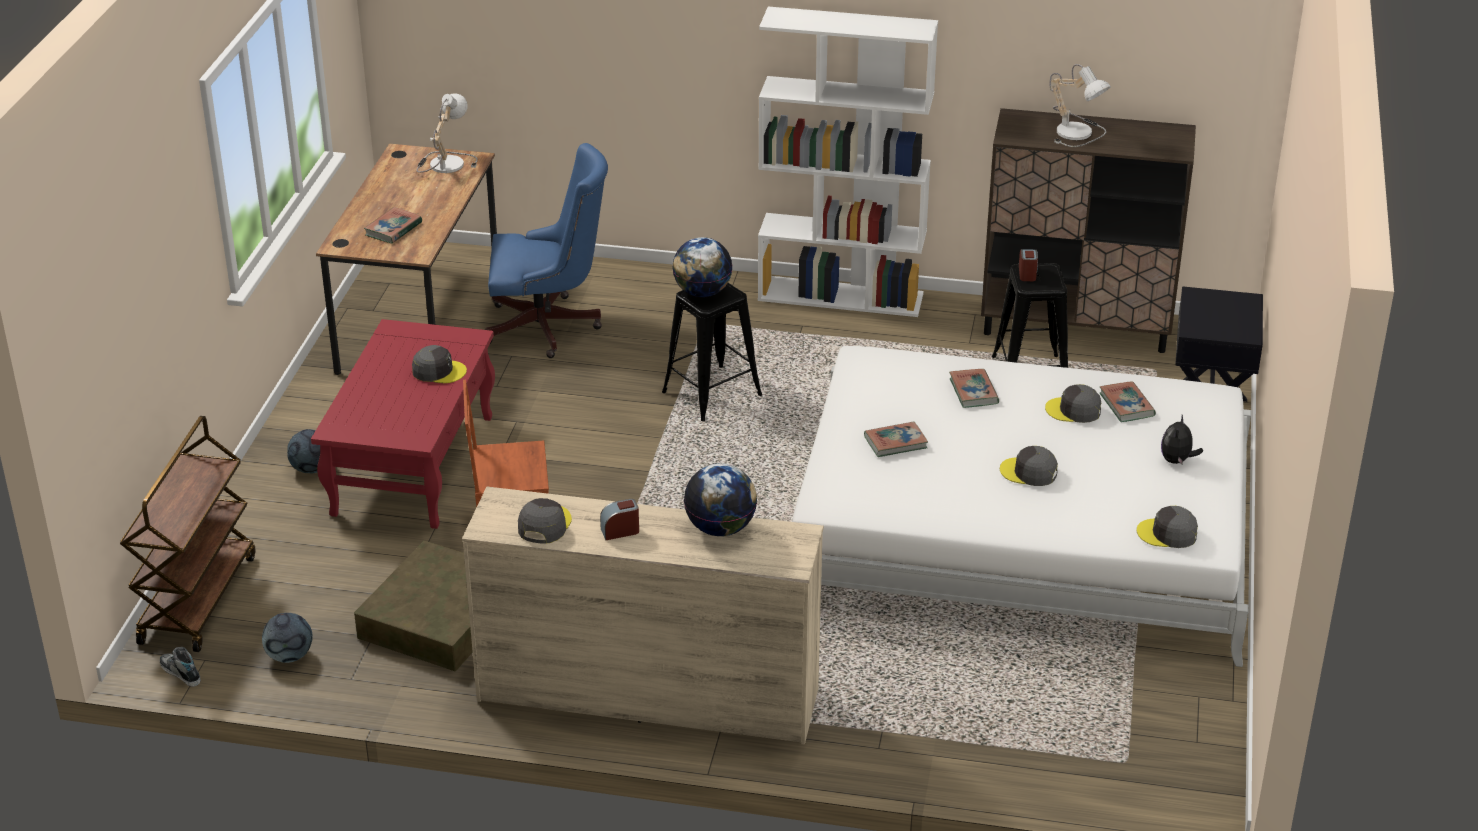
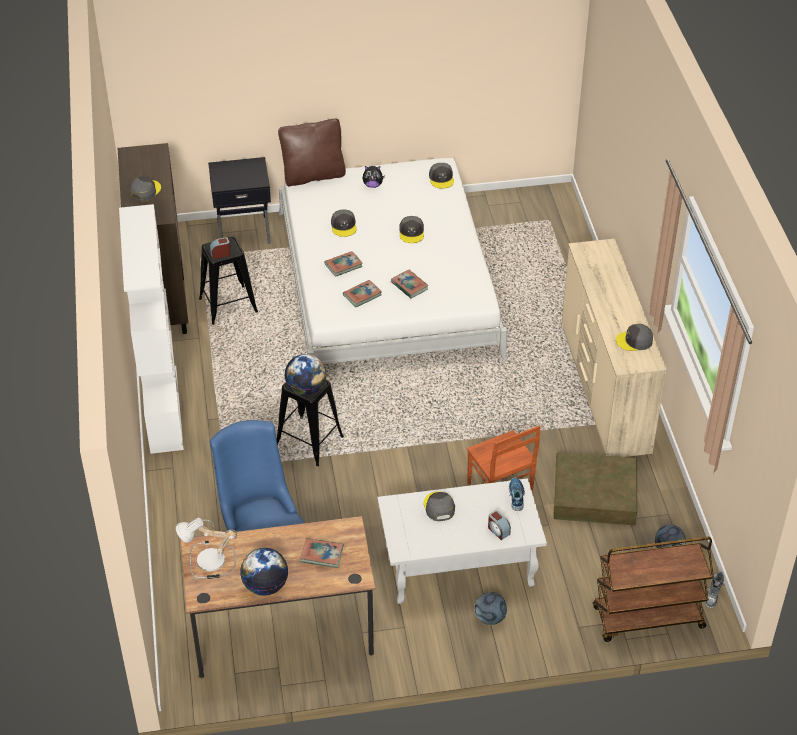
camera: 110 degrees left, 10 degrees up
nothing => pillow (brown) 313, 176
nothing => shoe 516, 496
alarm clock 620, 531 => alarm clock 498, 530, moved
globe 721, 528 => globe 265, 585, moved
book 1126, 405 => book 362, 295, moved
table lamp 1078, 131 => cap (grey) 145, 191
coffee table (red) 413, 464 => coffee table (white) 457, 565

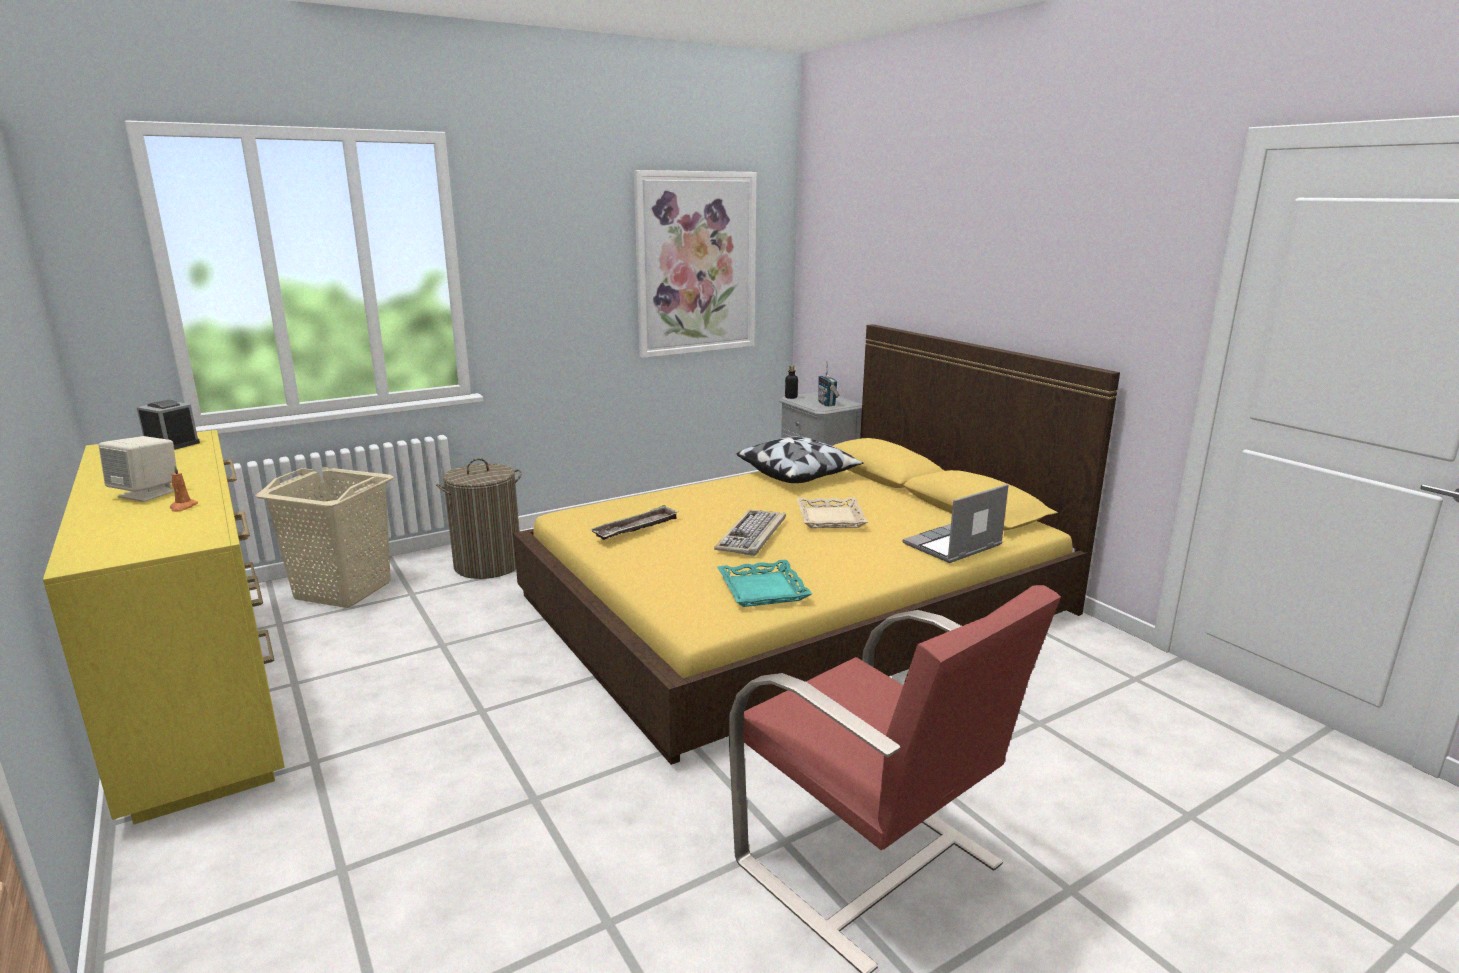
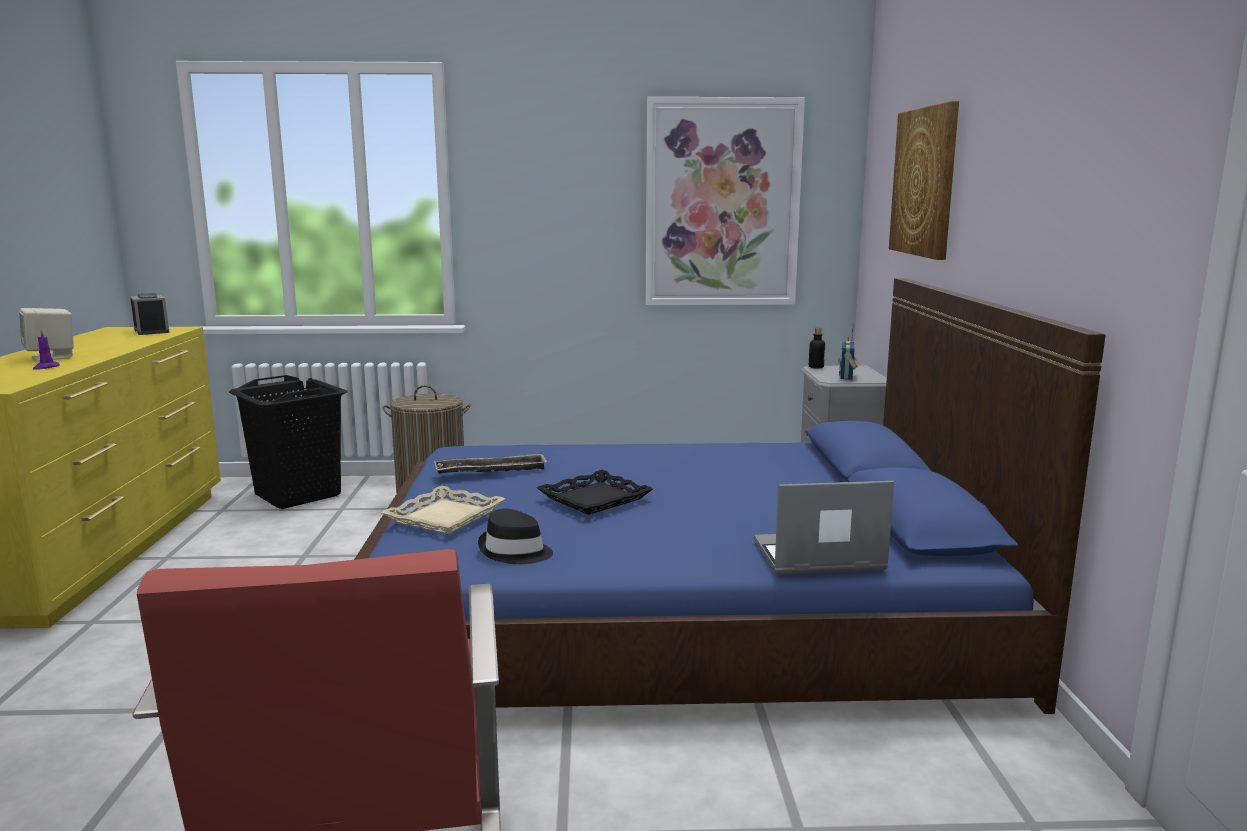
camera: 30 degrees right, 5 degrees down
pillow 799, 475 => nothing
nothing => picture 925, 182
tray (beige) 830, 518 => tray (beige) 444, 516, moved
keyboard 752, 535 => tray (black) 595, 499
tray (turquoise) 763, 590 => hat (black) 515, 552
candle (orange) 183, 507 => candle (purple) 46, 367
laundry basket (beige) 343, 590 => laundry basket (black) 298, 494
bed (yellow) 796, 603 => bed (blue) 672, 601

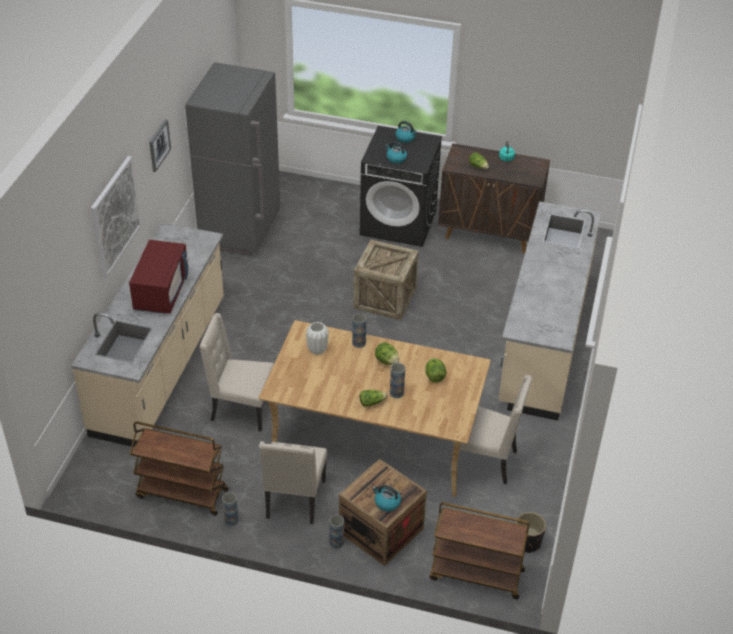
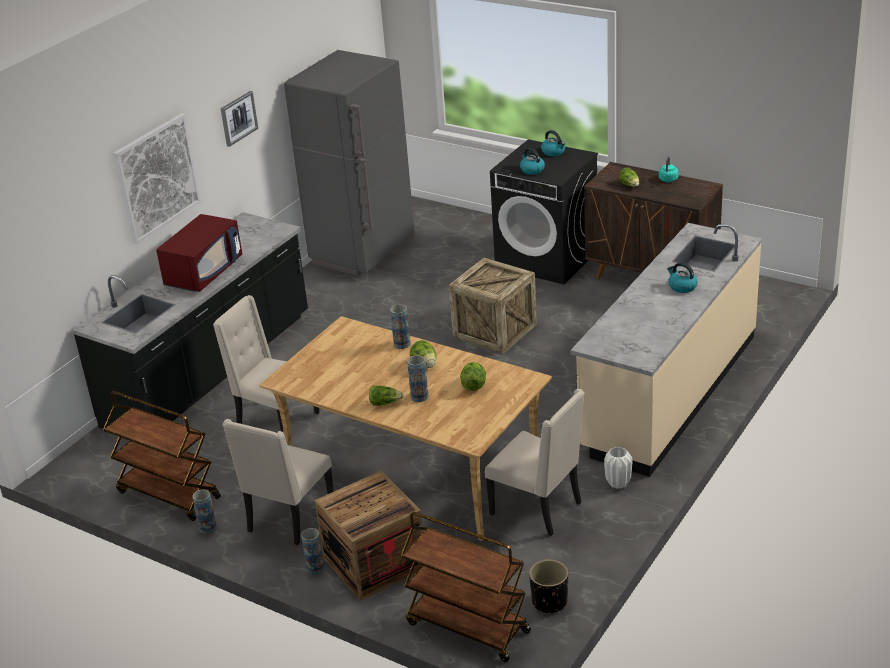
camera: 20 degrees right, 10 degrees down
vase (white) 317, 350 => vase (white) 618, 483, moved
kettle 387, 503 => kettle 682, 287, moved
counter (beige) 161, 366 => counter (black) 210, 371

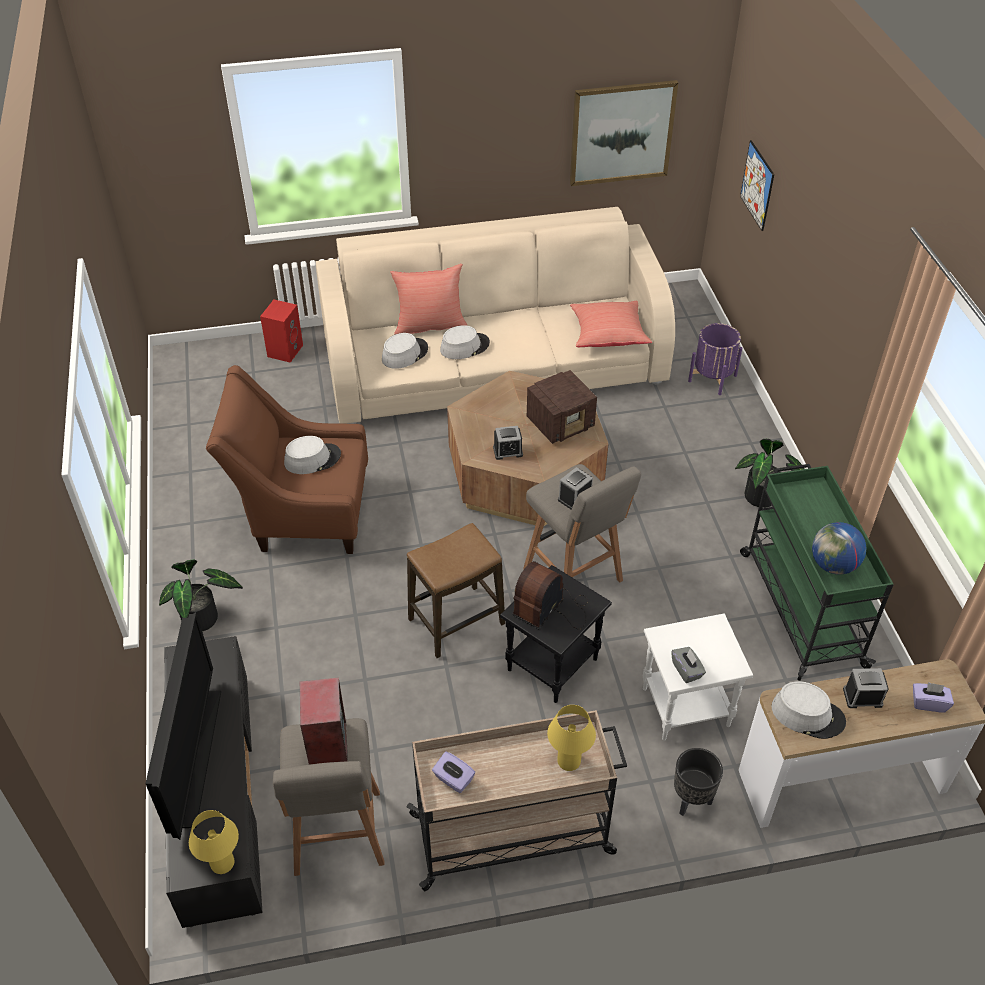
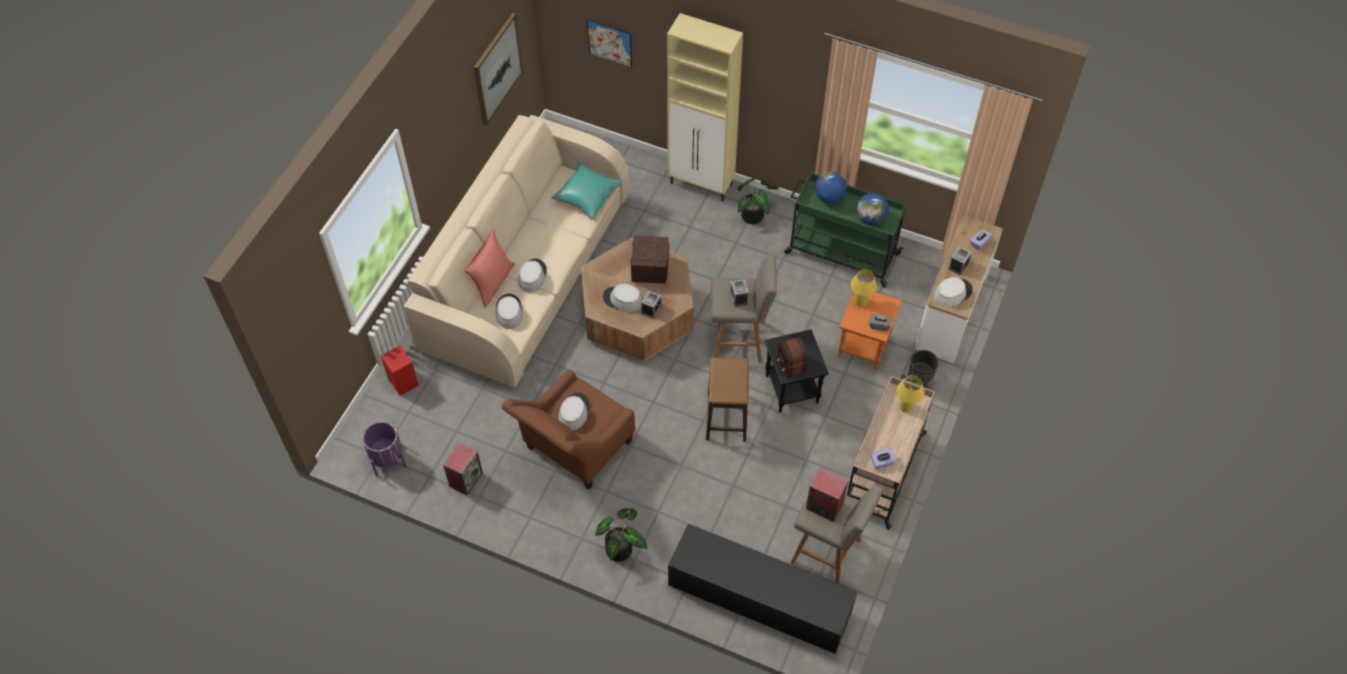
camera: 55 degrees left, 10 degrees up
television 194, 756 => nothing
nothing => speaker 466, 479
nothing => hat (grey) 622, 300
nothing => cabinet (beige) 702, 184
nothing => globe 829, 197
table lamp (yellow) 222, 863 => table lamp (yellow) 860, 301, moved
planter (purple) 712, 378 => planter (purple) 387, 459, moved
pillow (red) 608, 335 => pillow (turquoise) 587, 197
side table (white) 685, 708 => side table (orange) 864, 348

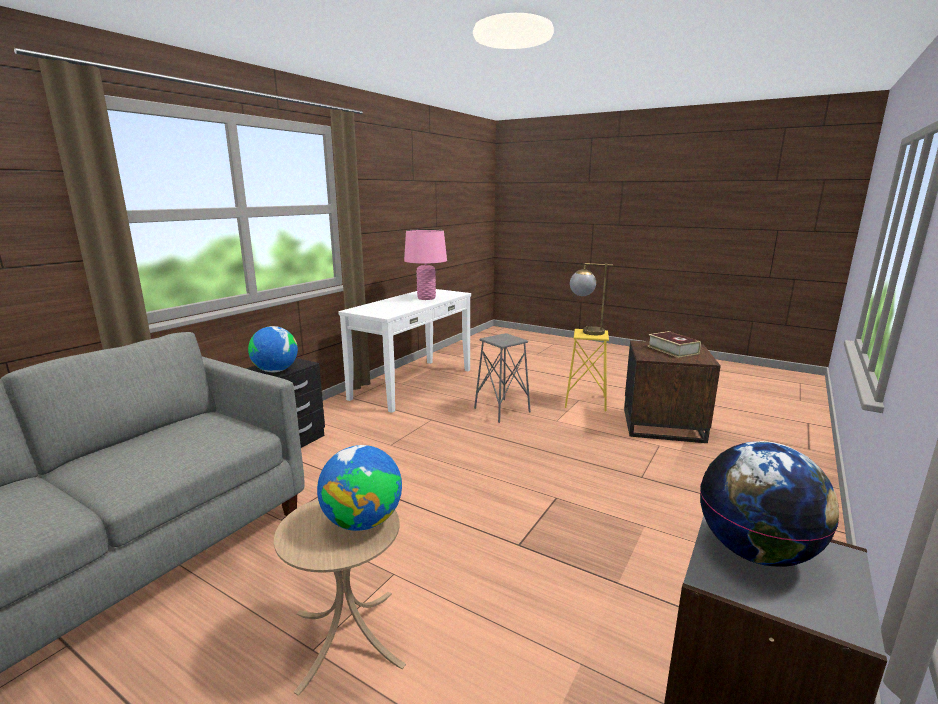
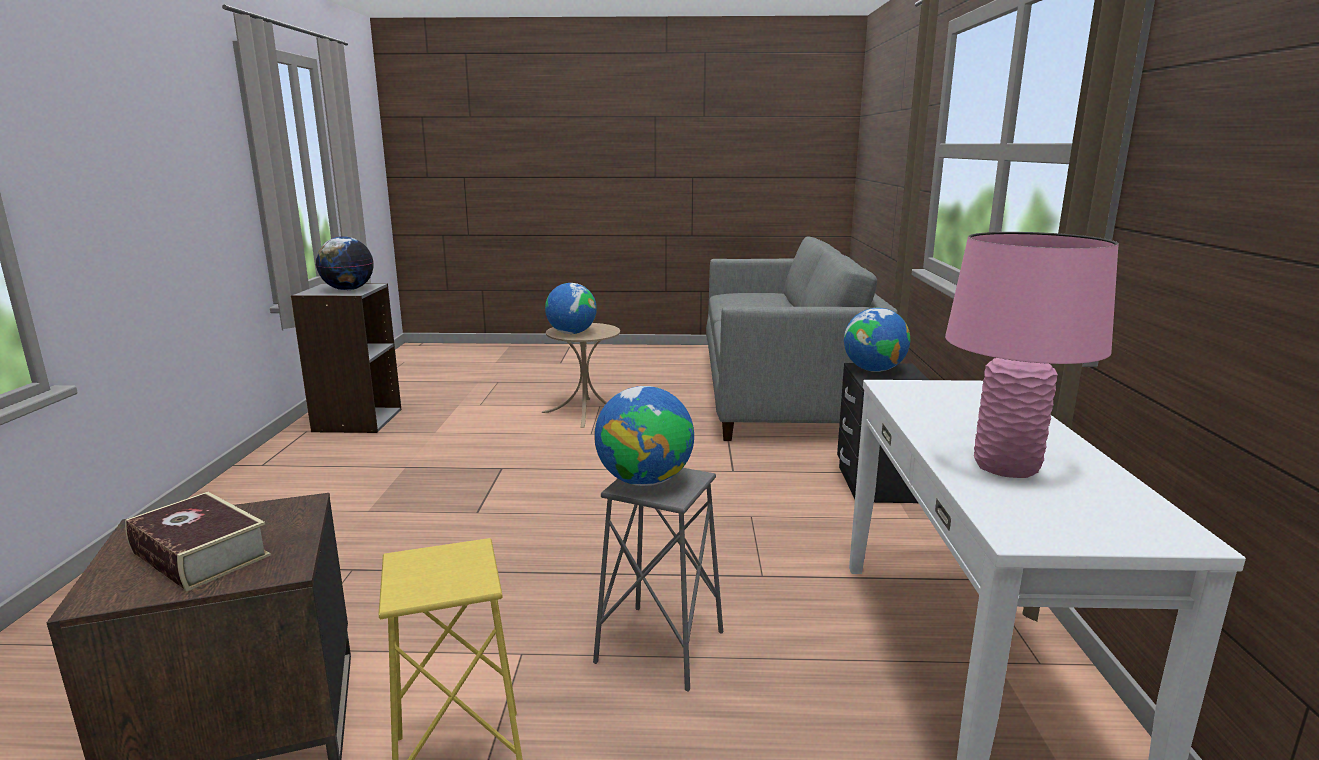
camera: 150 degrees right, 0 degrees up
table lamp 585, 331 => nothing
nothing => globe 645, 481

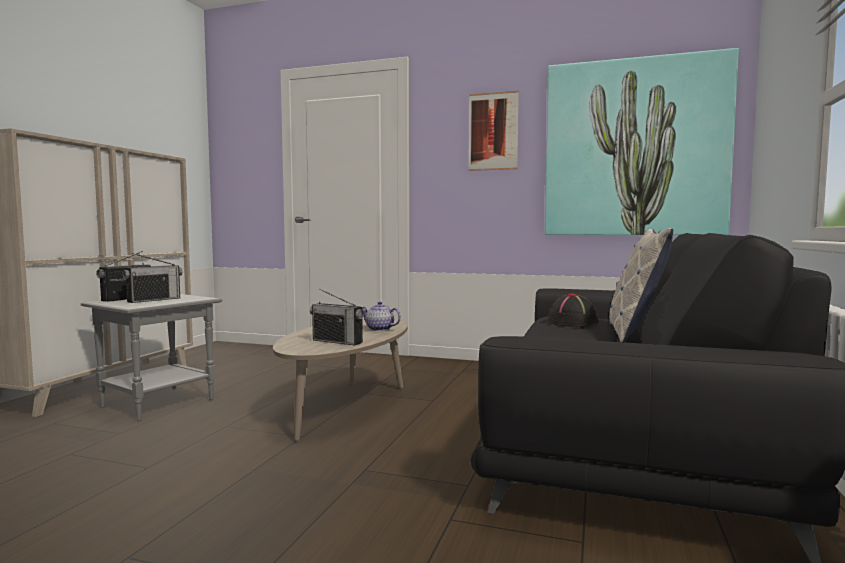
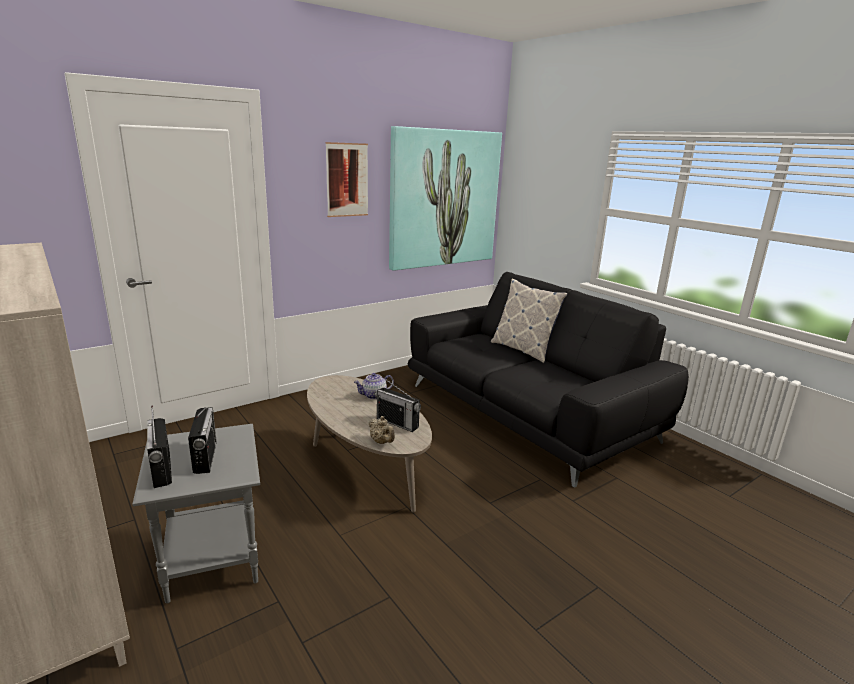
camera: 55 degrees left, 15 degrees up
hat (black) 572, 322 => nothing
nothing => teapot (beige) 382, 442
radio 337, 341 => radio 397, 423, 60 degrees clockwise

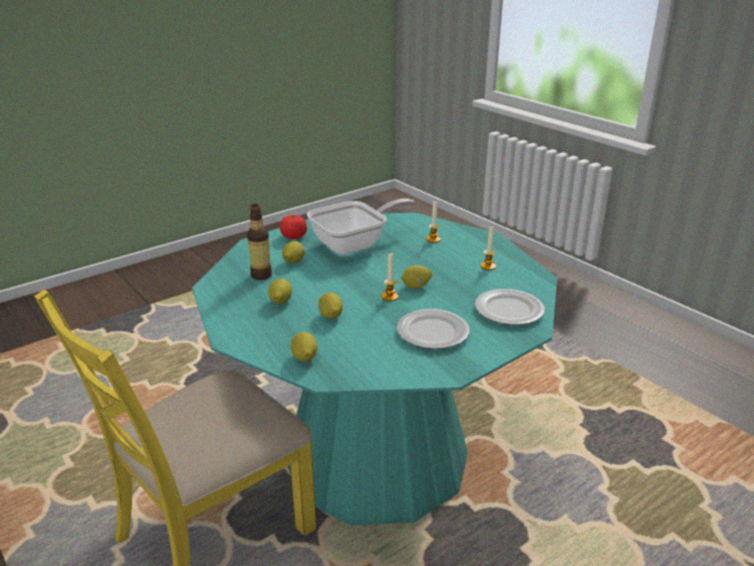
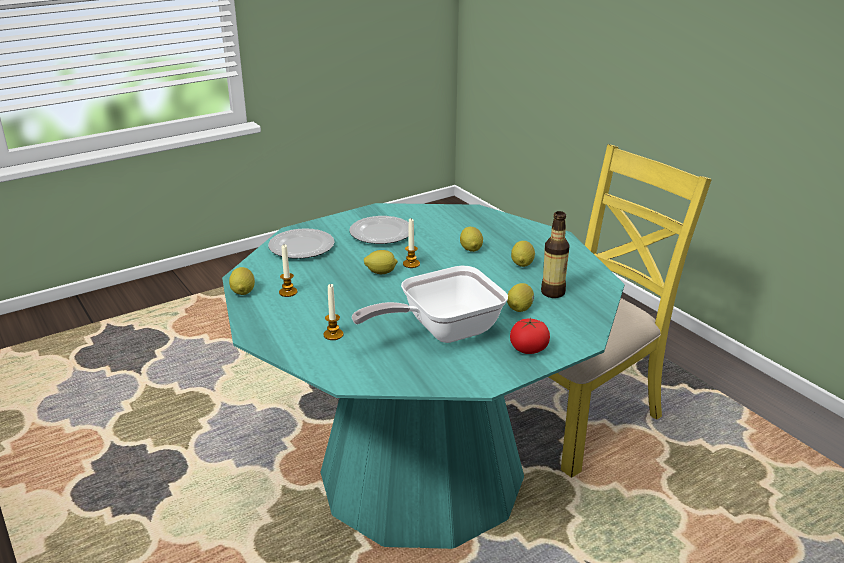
camera: 175 degrees left, 0 degrees up
lemon 304, 358 => lemon 243, 291, moved

